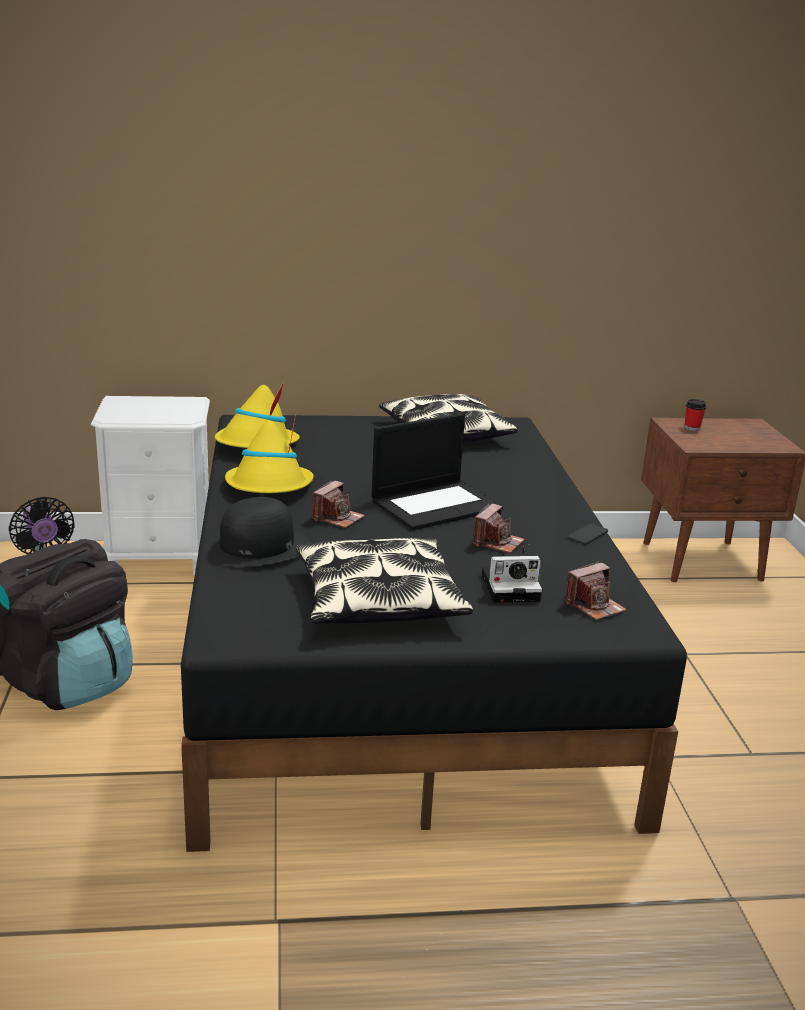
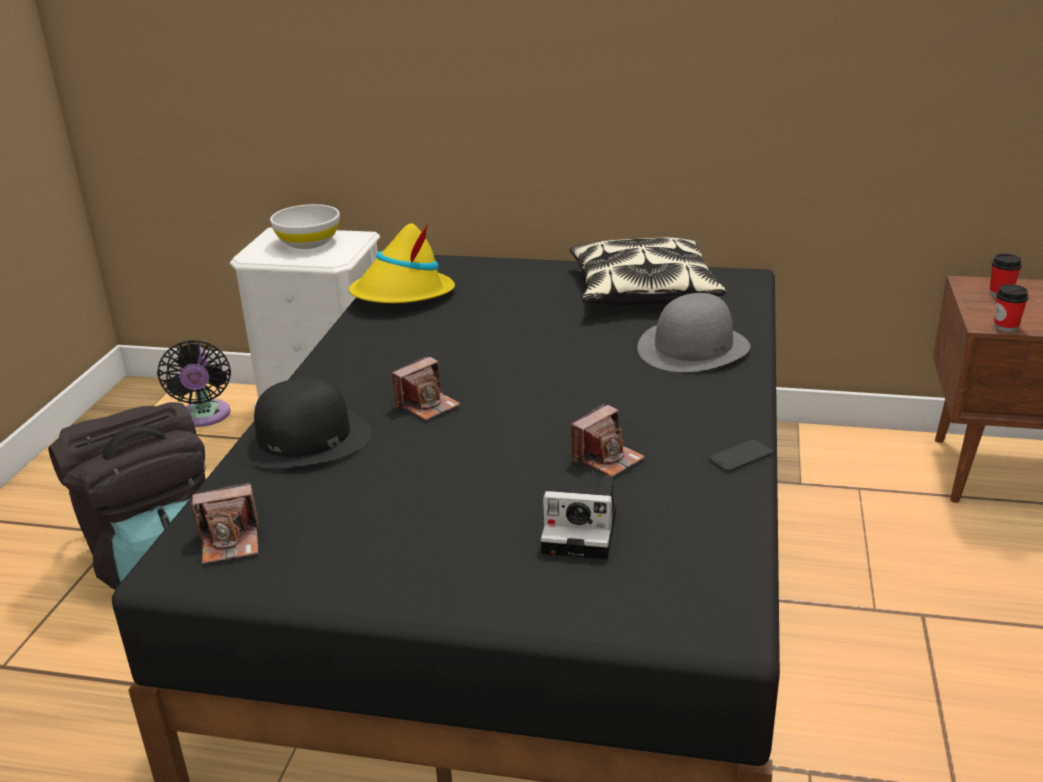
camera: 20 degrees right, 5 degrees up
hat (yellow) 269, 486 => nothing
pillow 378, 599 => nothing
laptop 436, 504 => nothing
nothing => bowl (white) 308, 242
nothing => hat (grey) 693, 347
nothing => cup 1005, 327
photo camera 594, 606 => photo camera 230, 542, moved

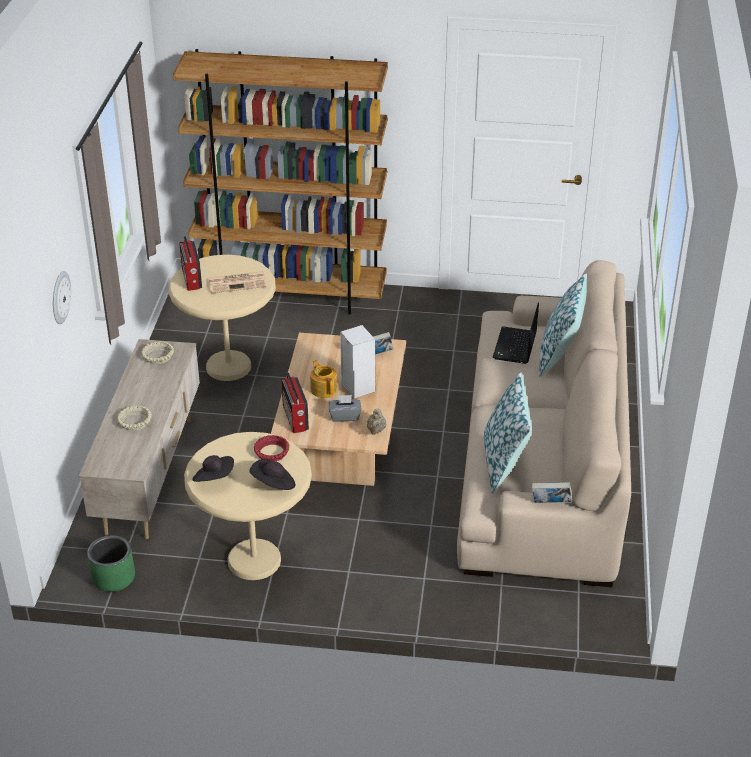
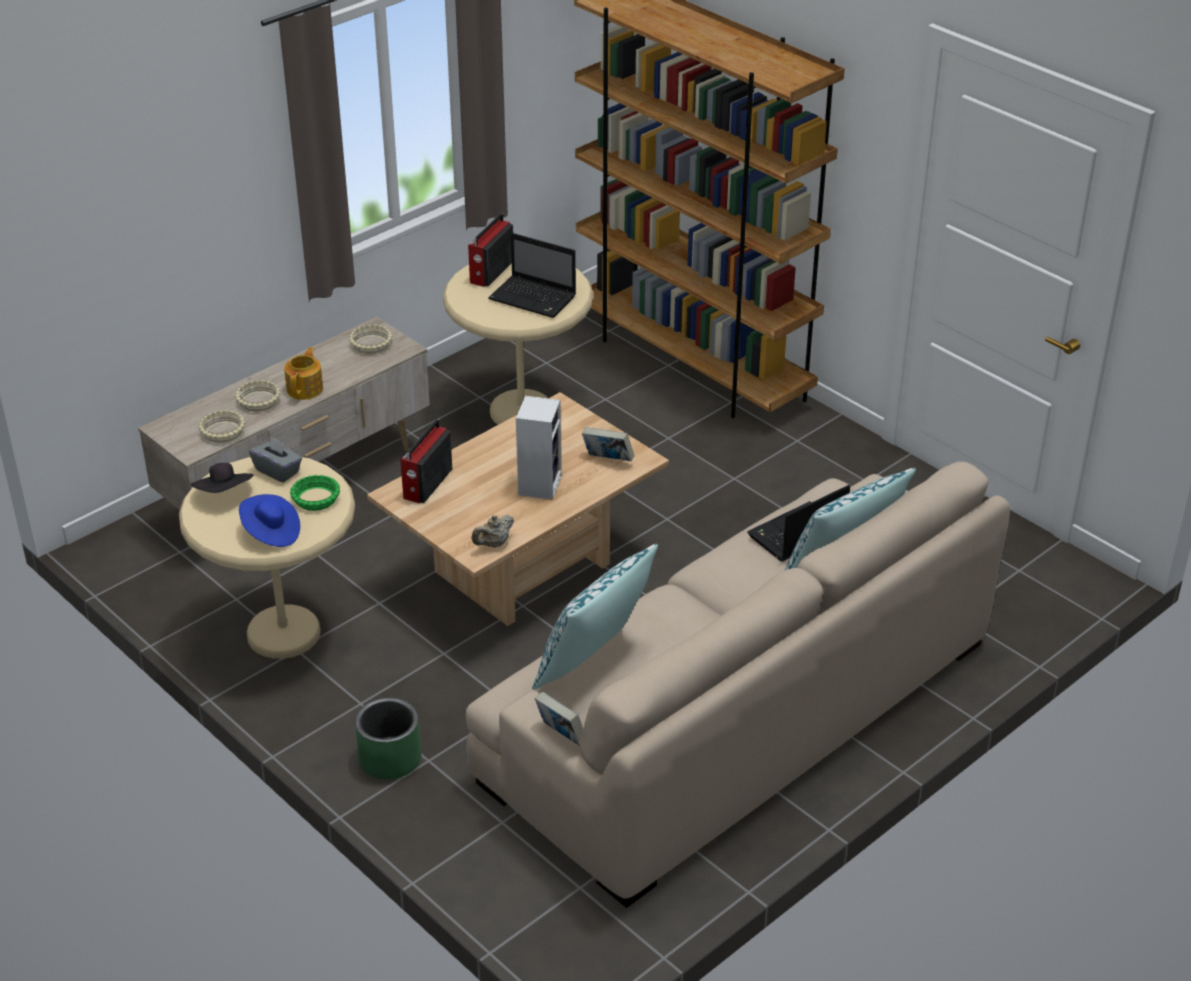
camera: 40 degrees right, 0 degrees up
wall clock 60, 297 => nothing
nothing => bowl (beige) 223, 431
planter (green) 113, 577 => planter (green) 389, 759, moved
teapot 324, 389 => teapot 305, 388, moved
tissue box (grey) 345, 416 => tissue box (grey) 278, 471, moved
newspaper 238, 282 => laptop 534, 298
hat (black) 274, 484 => hat (blue) 271, 533
bowl (red) 271, 452 => bowl (green) 315, 498

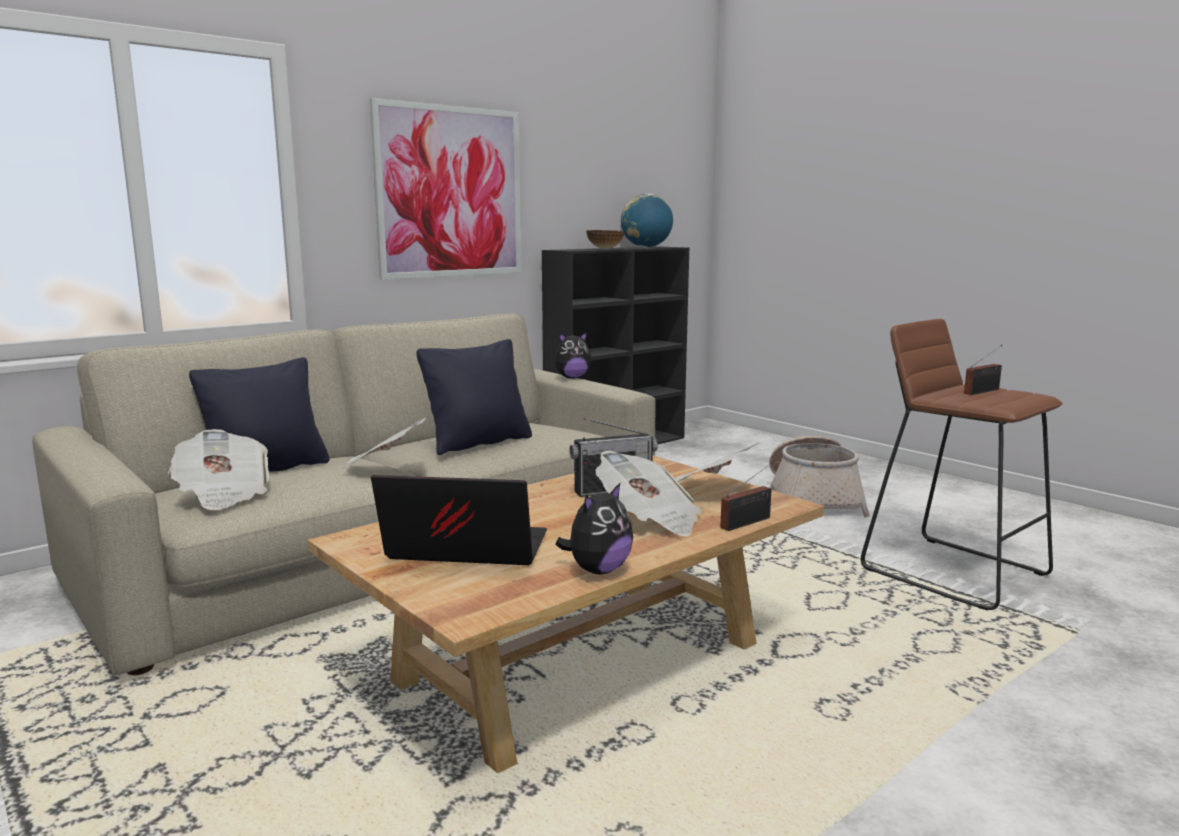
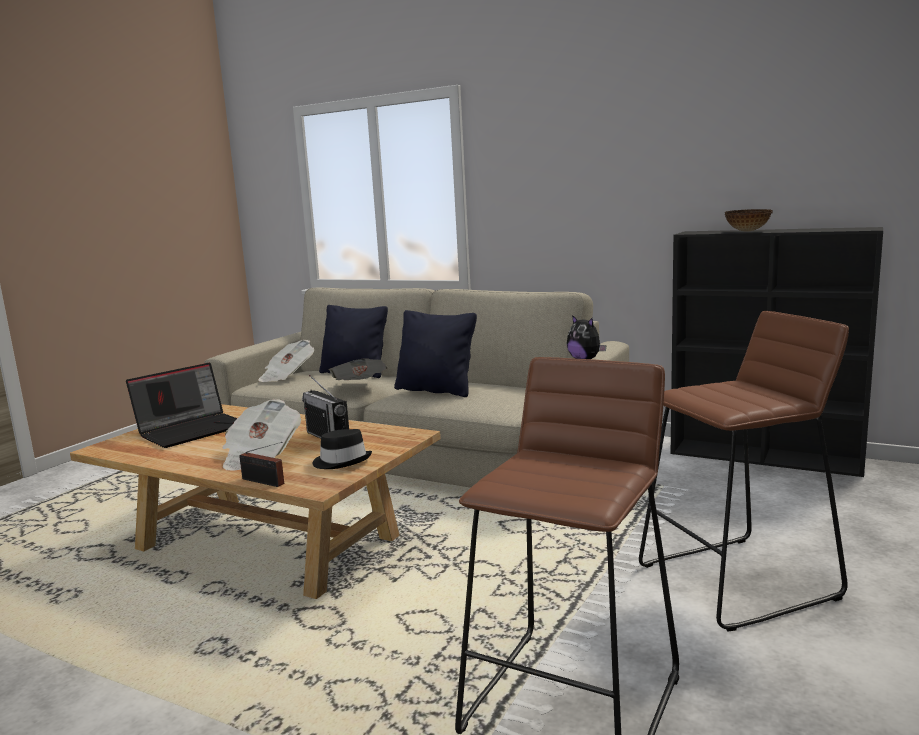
camera: 70 degrees right, 0 degrees up
picture 450, 192 => nothing
plush toy 598, 570 => nothing
globe 646, 247 => nothing
radio 983, 391 => nothing
newspaper 709, 491 => hat (black) 342, 461
basket 813, 499 => stool (brown) 739, 581
laptop 463, 552 => laptop 193, 430, 60 degrees clockwise

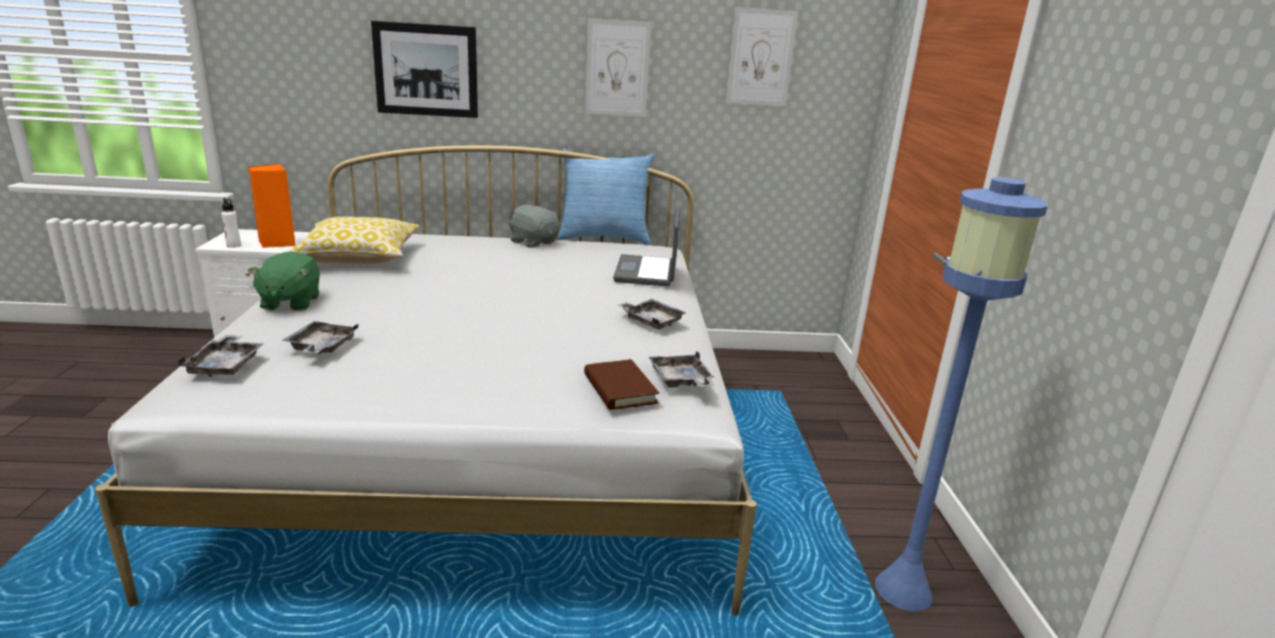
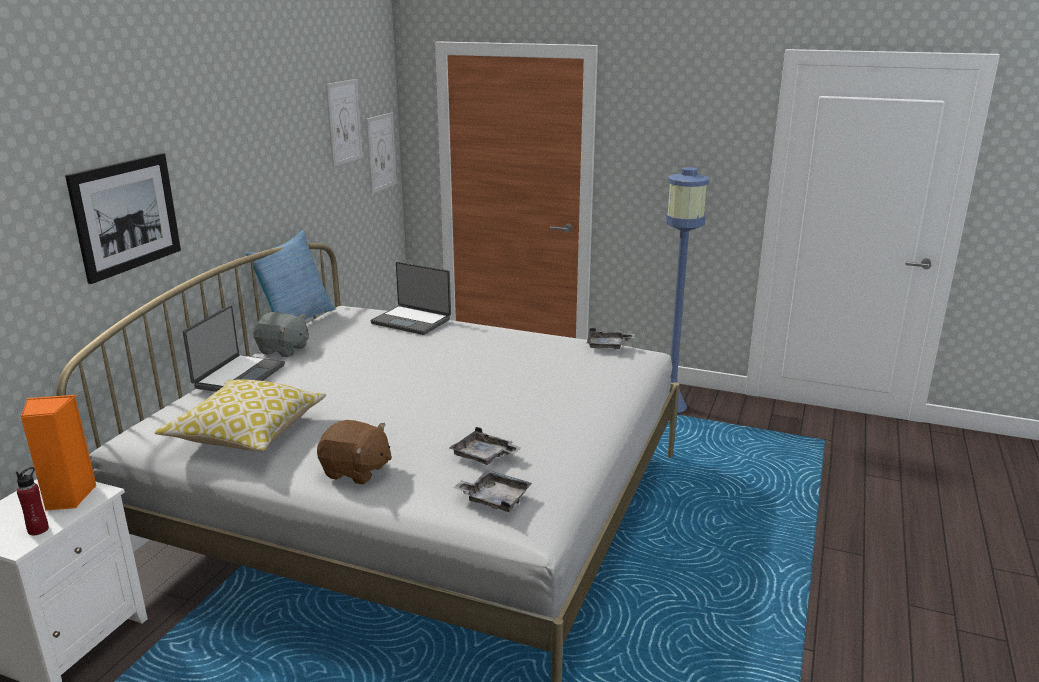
camera: 65 degrees left, 0 degrees up
book (brown) 619, 389 => nothing
tray (grey) 651, 321 => nothing
nothing => laptop 238, 376
picture 617, 68 => picture 381, 152, moved
bottle (white) 233, 245 => bottle (red) 38, 529
plush toy (green) 290, 302 => plush toy (brown) 356, 471
plush toy (grey) 533, 242 => plush toy (grey) 283, 350, 135 degrees counterclockwise

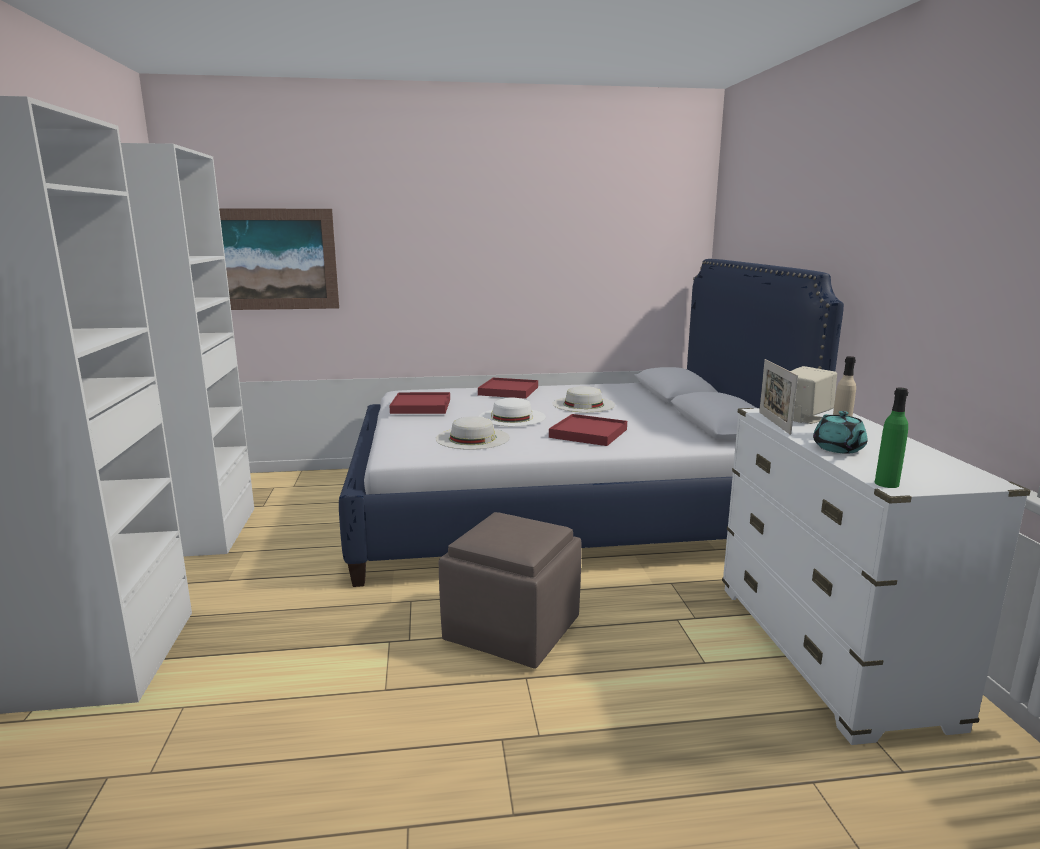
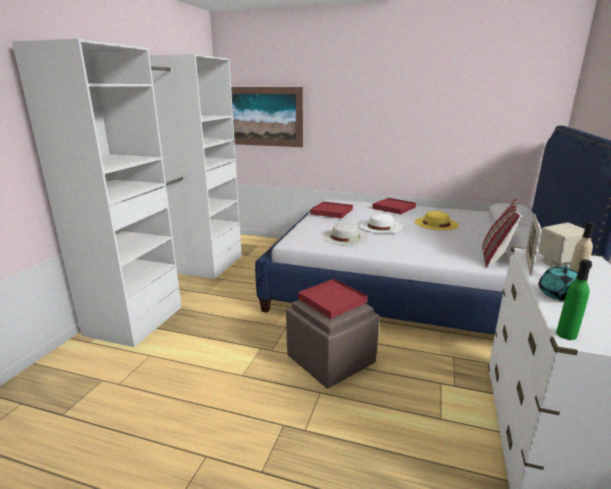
camera: 25 degrees right, 5 degrees up
nothing => pillow 494, 257
tray (red) 588, 433 => tray (red) 332, 300, moved
hat (white) 583, 404 => hat (yellow) 436, 223

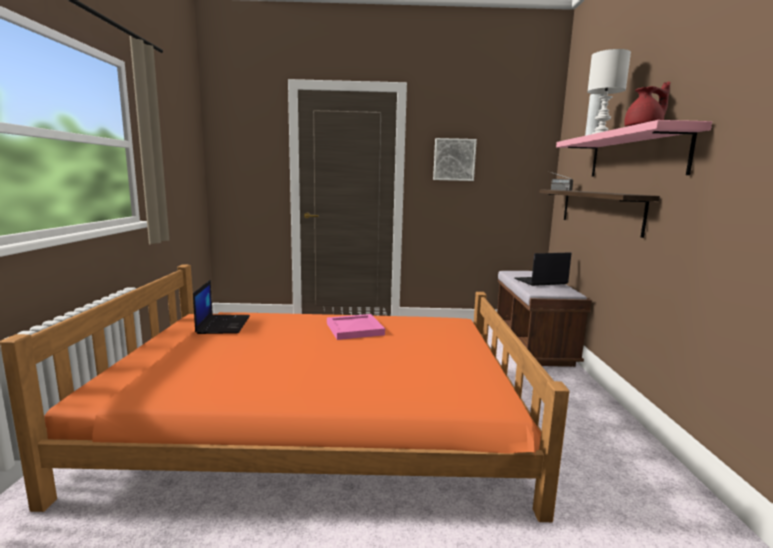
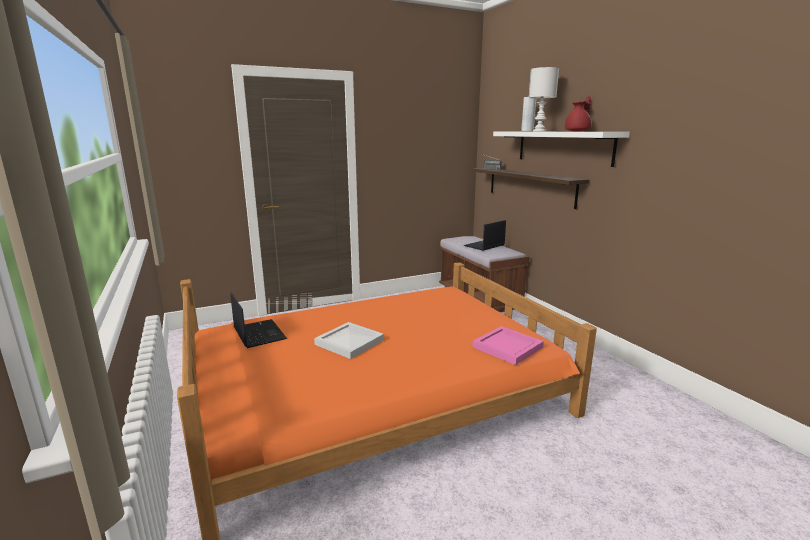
camera: 25 degrees left, 5 degrees up
picture 454, 159 => nothing
nothing => tray (white) 348, 342
tray (pink) 354, 329 => tray (pink) 507, 348, moved
shelf (pink) 635, 155 => shelf (white) 563, 147

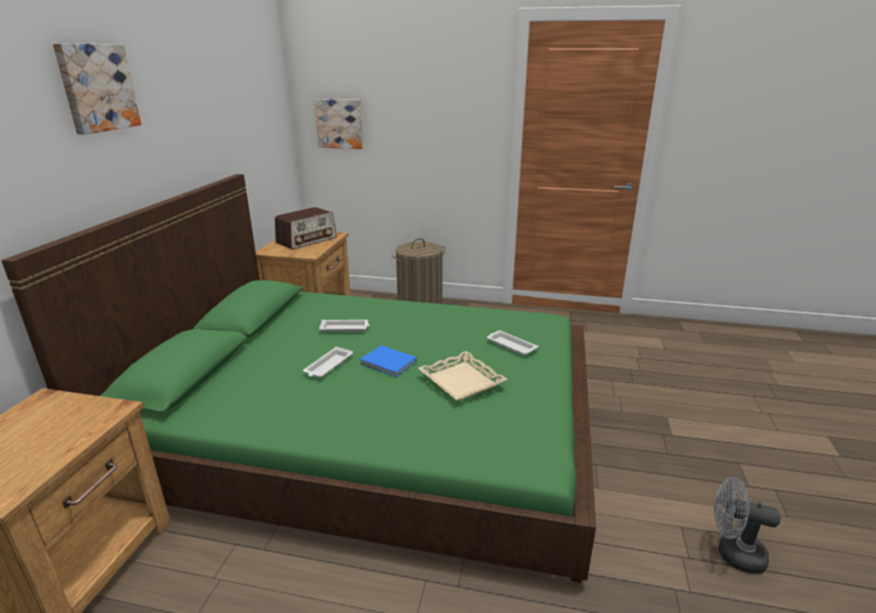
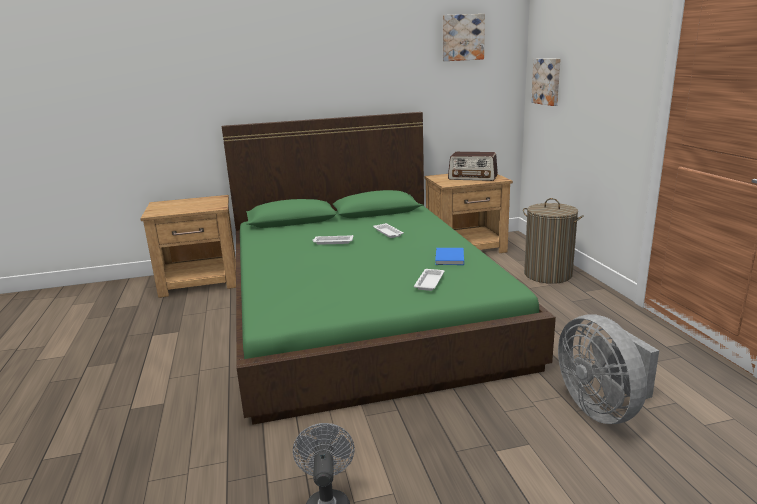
camera: 65 degrees right, 5 degrees down
tray (beige) 461, 381 => nothing
nothing => fan (grey) 602, 408
picture 96, 87 => picture 462, 37, moved
book (blue) 388, 363 => book (blue) 449, 258, moved

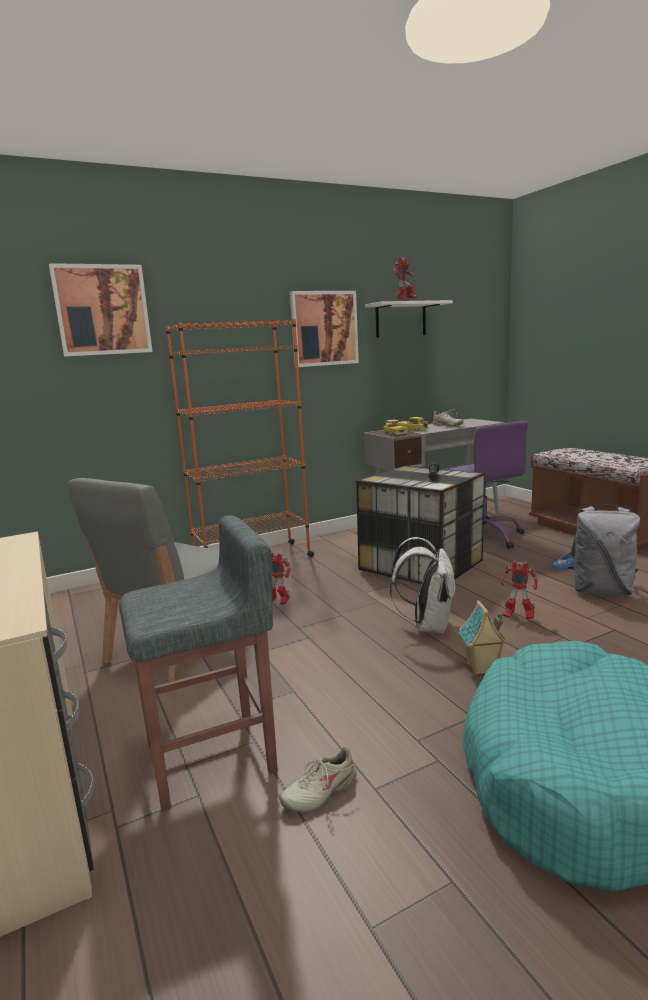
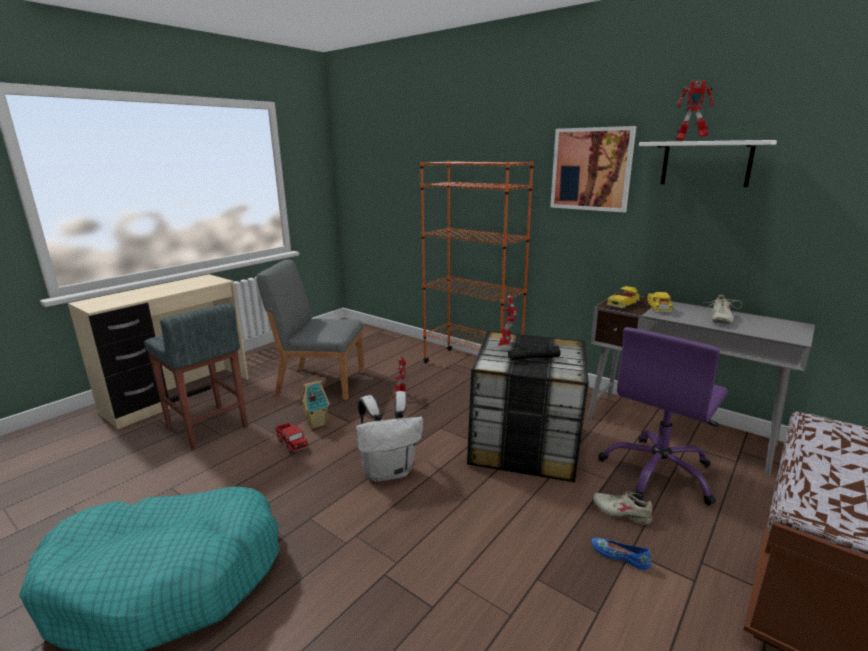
camera: 65 degrees right, 5 degrees up
picture 102, 310 => nothing
backpack (grey) 601, 590 => nothing
nothing => toy truck 292, 443
shoe (beige) 320, 792 => shoe (beige) 621, 512, moved
toy house 481, 668 => toy house 316, 423, moved
toy robot 517, 617 => toy robot 505, 344, moved

